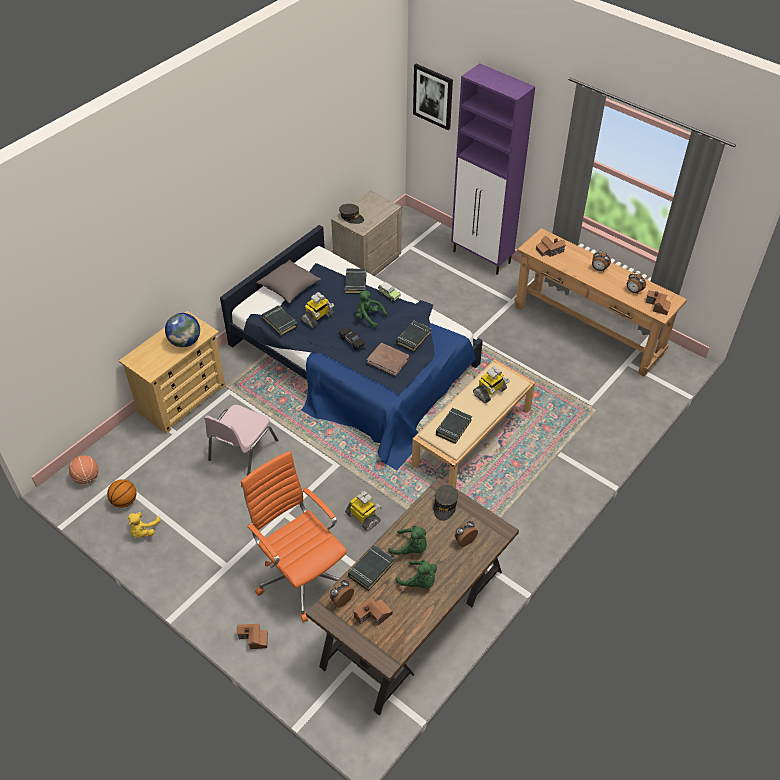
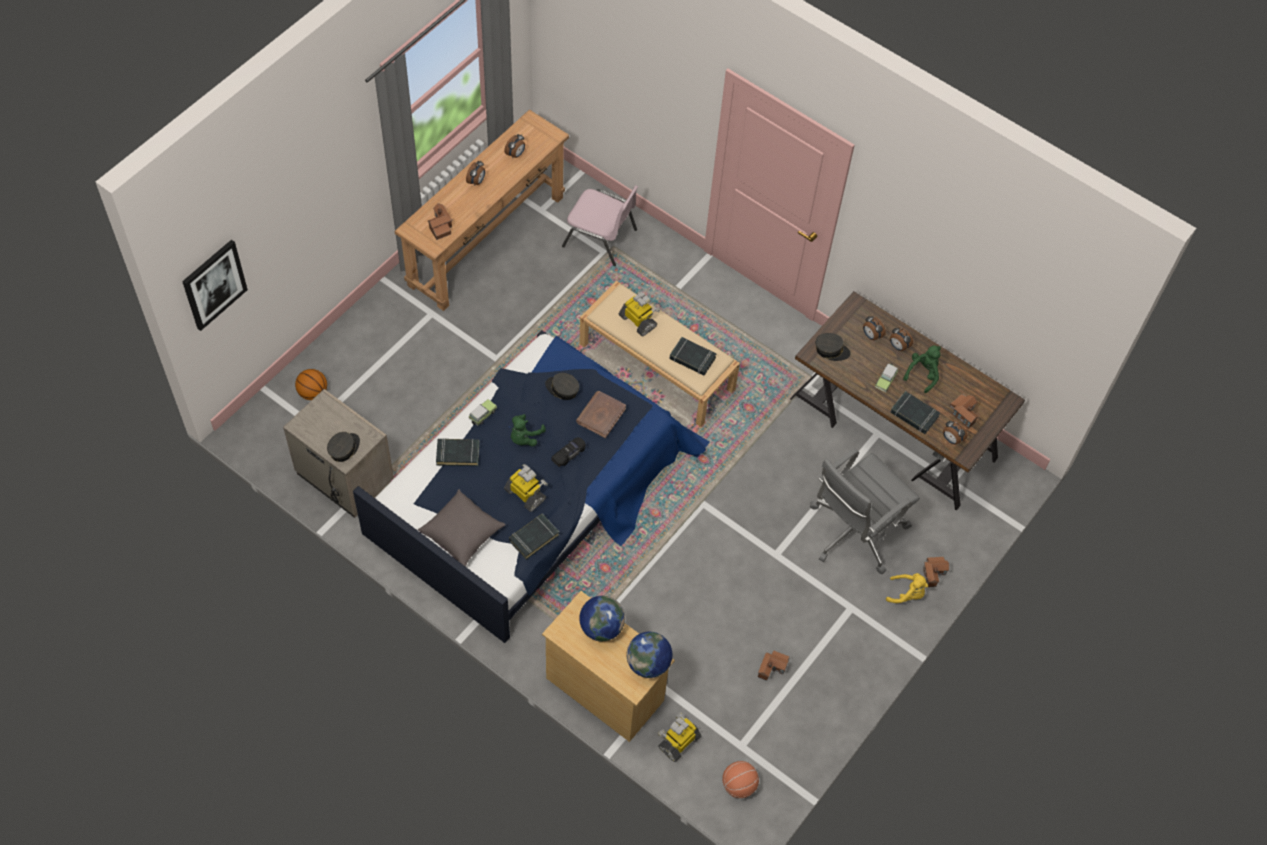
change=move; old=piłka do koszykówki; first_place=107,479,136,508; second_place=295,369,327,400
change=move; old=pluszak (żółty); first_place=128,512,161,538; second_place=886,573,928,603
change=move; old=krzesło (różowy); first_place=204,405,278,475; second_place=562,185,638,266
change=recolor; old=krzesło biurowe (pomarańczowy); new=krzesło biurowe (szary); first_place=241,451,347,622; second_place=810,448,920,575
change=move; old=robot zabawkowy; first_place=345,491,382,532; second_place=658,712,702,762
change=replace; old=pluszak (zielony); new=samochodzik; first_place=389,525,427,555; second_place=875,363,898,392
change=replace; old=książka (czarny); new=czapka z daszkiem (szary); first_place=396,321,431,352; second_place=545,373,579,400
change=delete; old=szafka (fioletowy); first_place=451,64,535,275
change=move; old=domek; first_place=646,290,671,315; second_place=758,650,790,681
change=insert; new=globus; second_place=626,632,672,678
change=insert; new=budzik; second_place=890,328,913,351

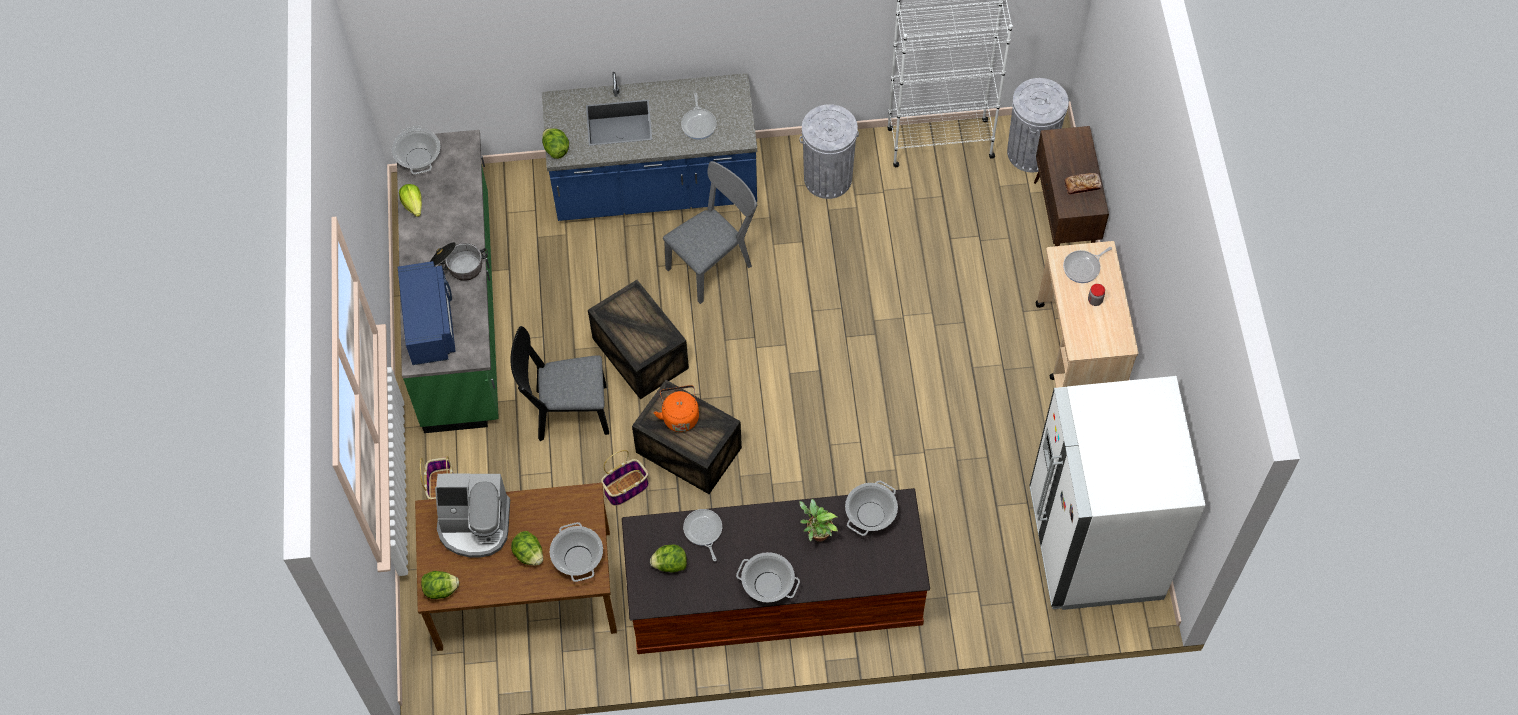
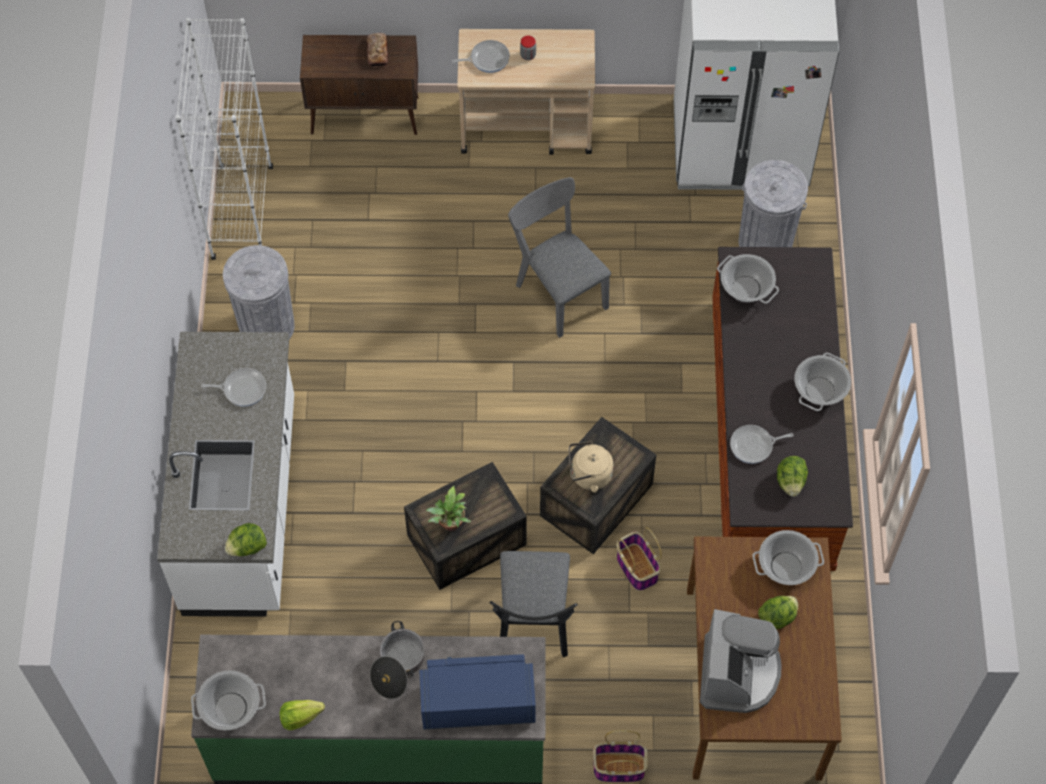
change=delete; old=sałata; first_place=421,571,459,599
change=recolor; old=zabudowa kuchenna (niebieski); new=zabudowa kuchenna (biały); first_place=542,72,757,221; second_place=157,332,294,617
change=recolor; old=czajnik (pomarańczowy); new=czajnik (beżowy); first_place=654,385,699,432; second_place=568,442,613,493
change=move; old=krzesło (szary); first_place=663,161,757,304; second_place=508,177,611,338
change=move; old=roślina doniczkowa; first_place=799,499,838,542; second_place=426,486,471,531
change=move; old=kosz na śmieci (szary); first_place=1007,78,1069,172; second_place=739,160,808,247
change=rotate; old=patelnia; first_place=1063,247,1112,283; second_place=452,40,510,73; degrees=-75

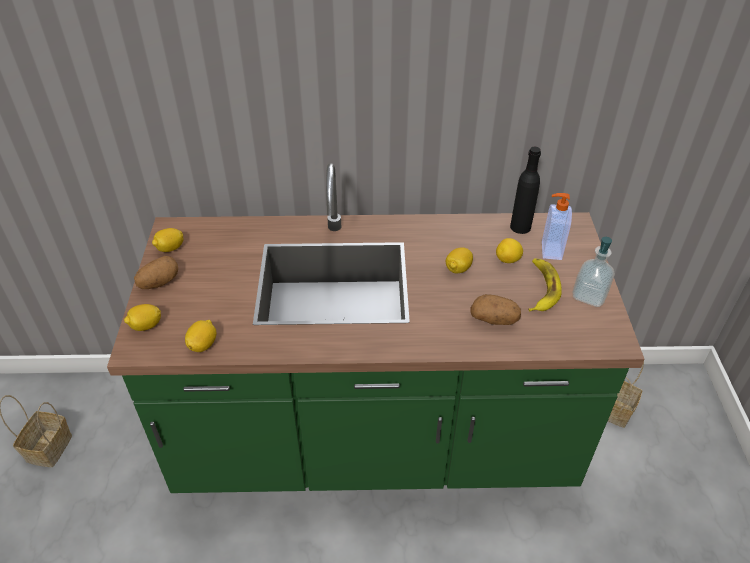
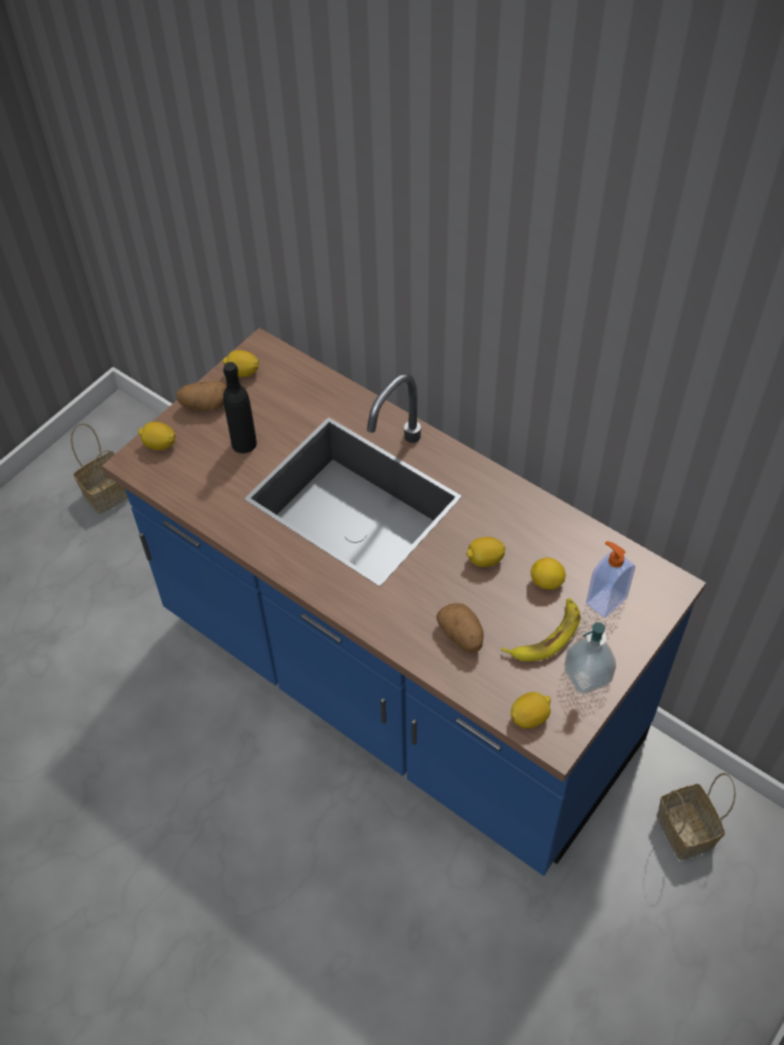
change=recolor; old=zabudowa kuchenna (zielony); new=zabudowa kuchenna (niebieski); first_place=107,163,645,493; second_place=102,328,706,876
change=move; old=cytryna; first_place=185,320,217,352; second_place=510,692,551,729
change=move; old=butelka (czarny); first_place=510,147,541,234; second_place=223,362,257,453

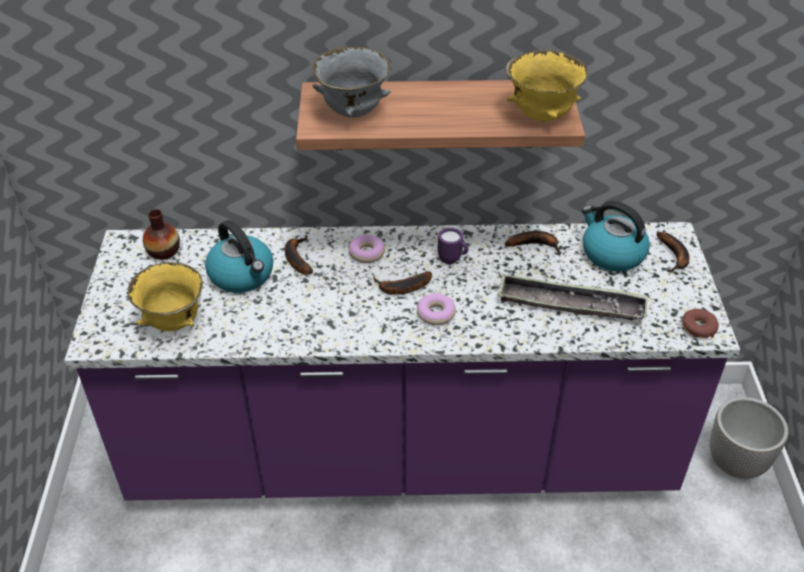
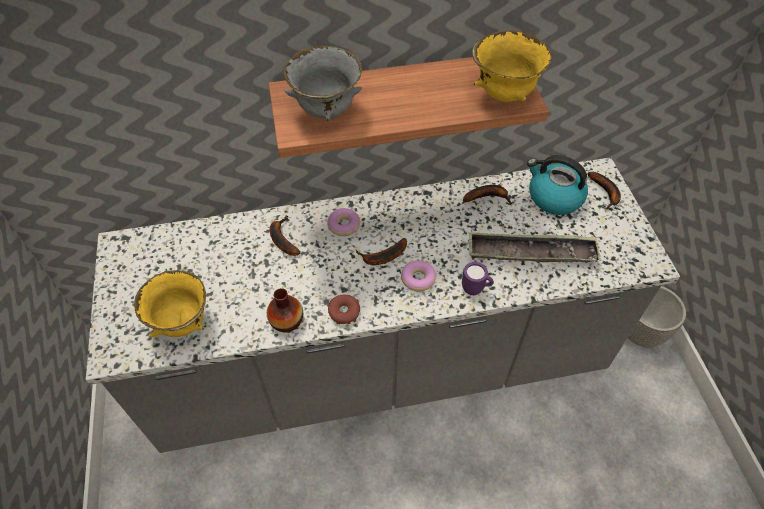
change=recolor; old=zabudowa kuchenna (fioletowy); new=zabudowa kuchenna (szary); first_place=64,222,740,501; second_place=86,157,680,453
change=move; old=wazon; first_place=143,209,180,260; second_place=267,288,303,332
change=delete; old=czajnik; first_place=205,220,273,293
change=move; old=kubek (fioletowy); first_place=438,228,468,264; second_place=462,262,494,295
change=move; old=donut; first_place=682,309,719,338; second_place=328,295,360,324

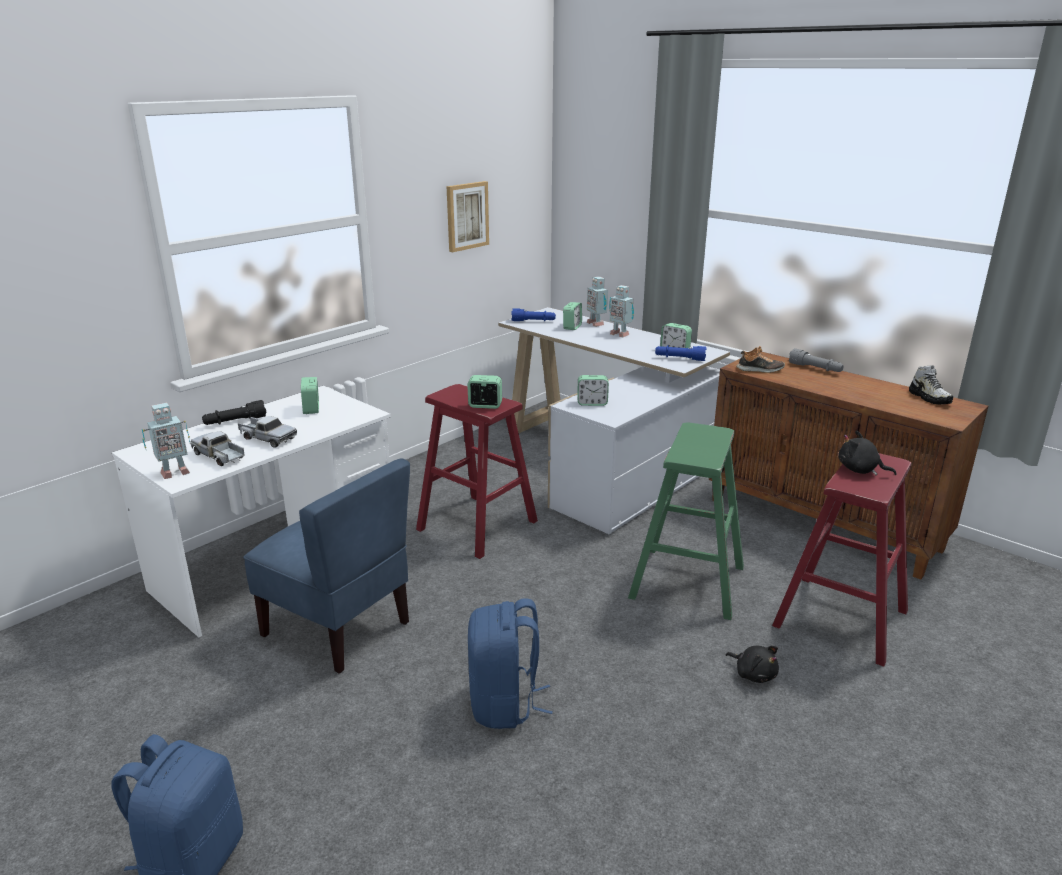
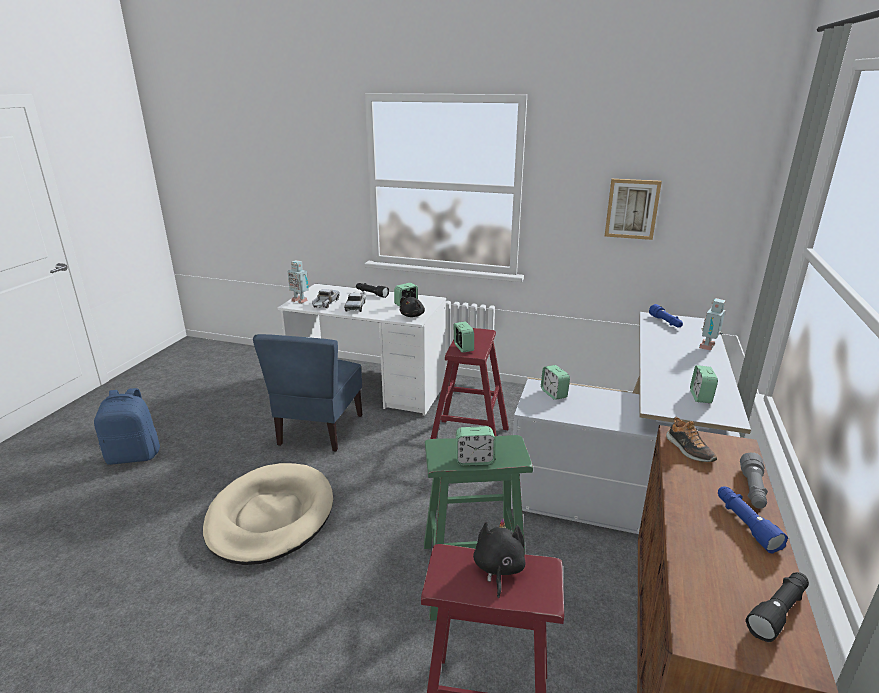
change=replace; old=plecak (niebieski); new=legowisko (beżowy); first_place=468,598,553,729; second_place=203,463,333,565
change=move; old=budzik; first_place=563,302,582,330; second_place=456,426,495,466
change=delete; old=robot zabawkowy; first_place=609,285,634,337
change=move; old=latarka (niebieski); first_place=655,345,707,361; second_place=718,486,788,553
change=move; old=pluszak (czarny); first_place=726,646,779,683; second_place=400,296,425,317
change=replace; old=but; new=latarka (czarny); first_place=909,365,953,404; second_place=745,572,809,642

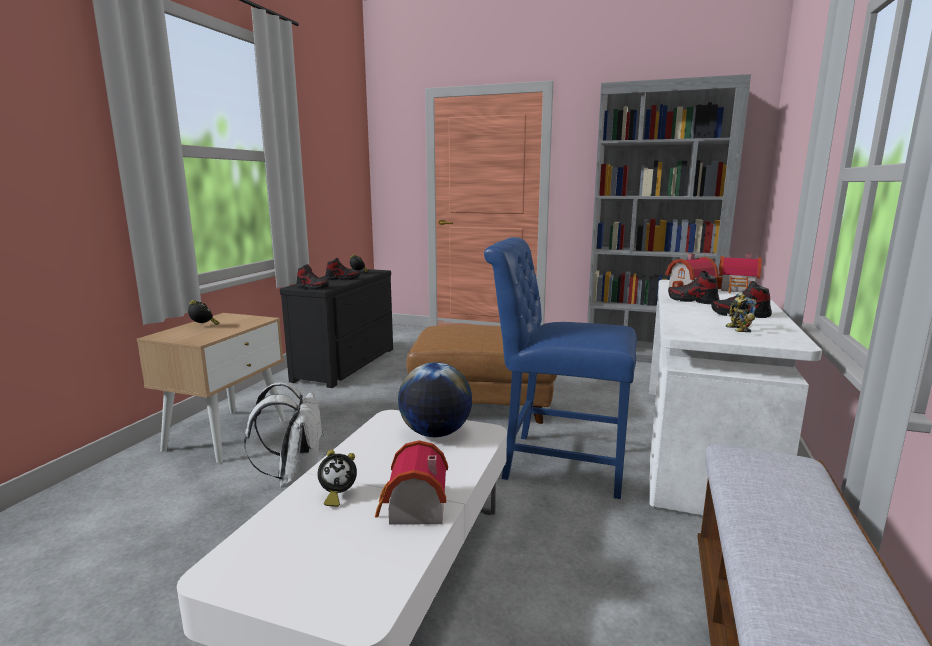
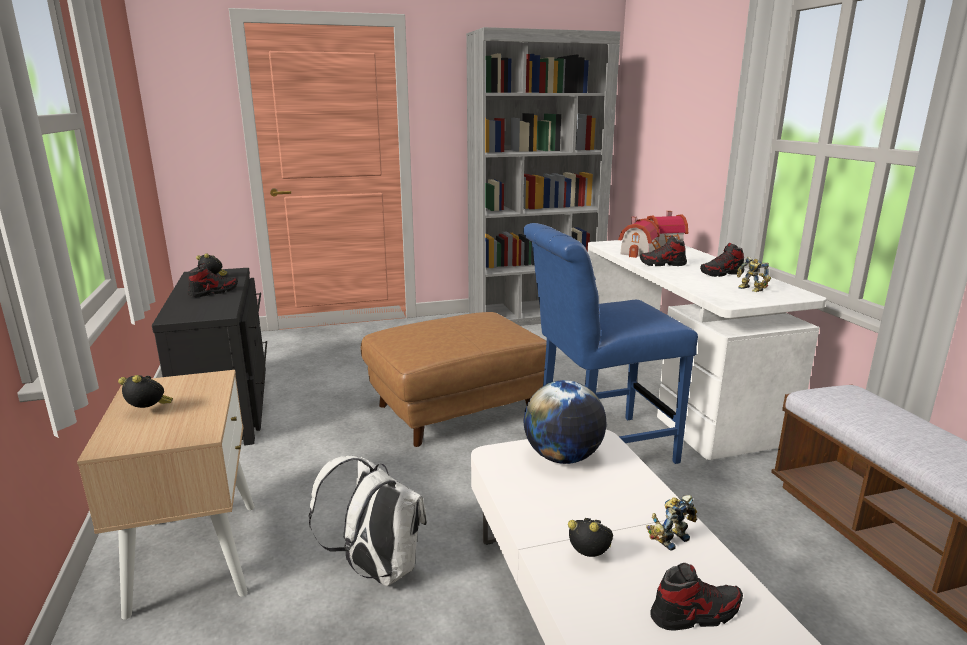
change=move; old=but; first_place=296,264,329,290; second_place=650,563,743,631
change=rotate; old=budzik; first_place=318,449,357,507; second_place=568,518,613,557; degrees=-105
change=replace; old=domek; new=robot zabawkowy; first_place=375,440,448,524; second_place=646,495,697,551

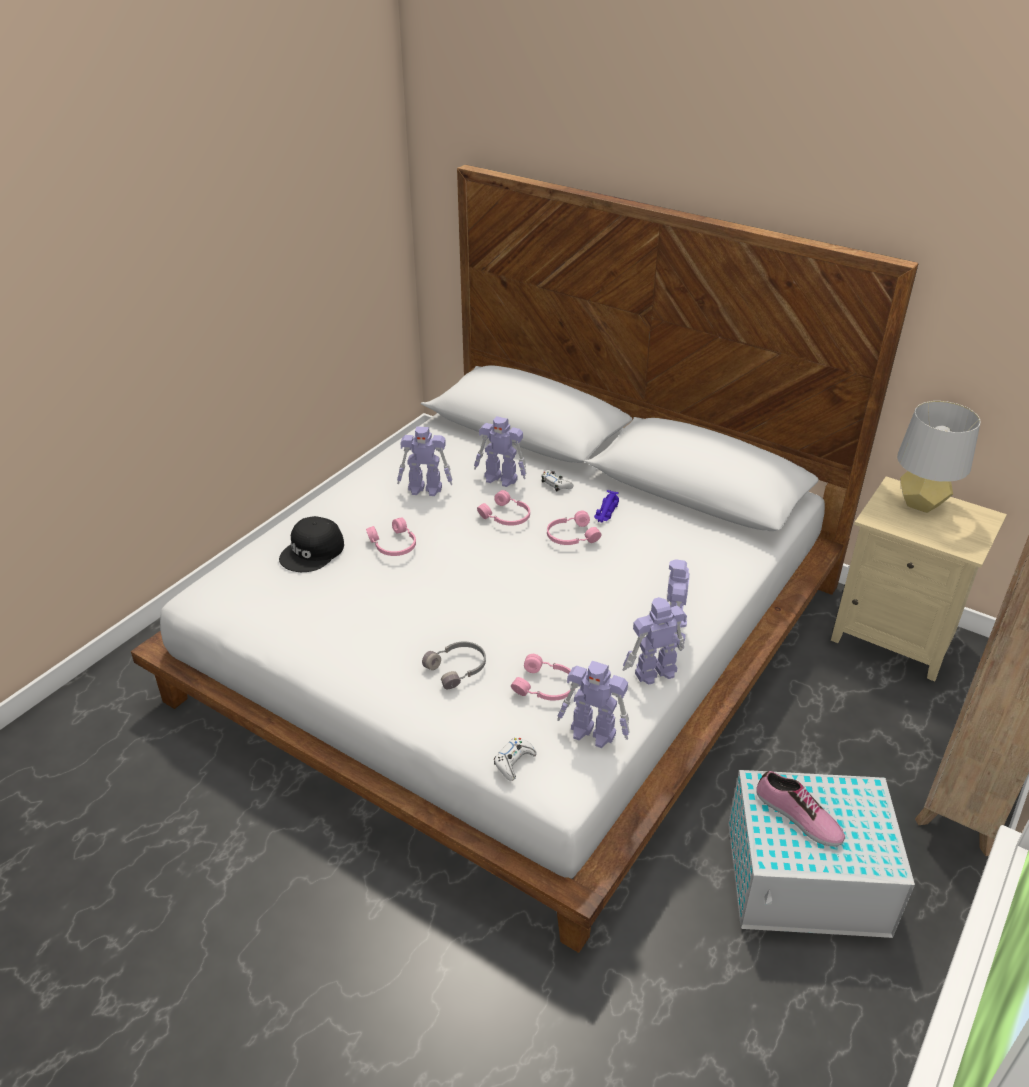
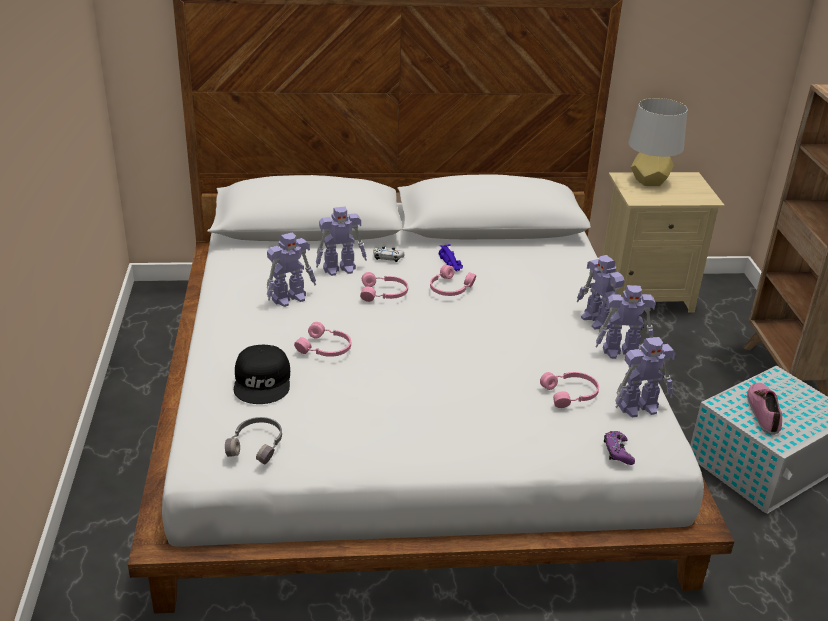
change=move; old=słuchawki (szary); first_place=422,641,486,689; second_place=225,417,282,464
change=recolor; old=pad do gier (biały); new=pad do gier (fioletowy); first_place=494,738,537,781; second_place=604,431,635,465
change=rotate; old=robot zabawkowy; first_place=623,597,687,685; second_place=595,285,656,359; degrees=-120
change=rotate; old=but; first_place=756,771,845,846; second_place=747,383,782,435; degrees=-90

